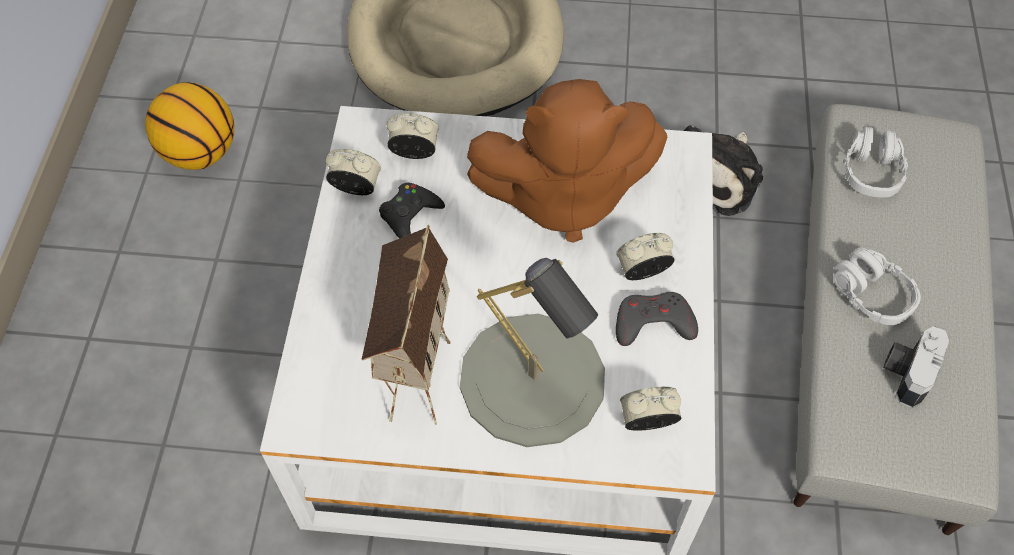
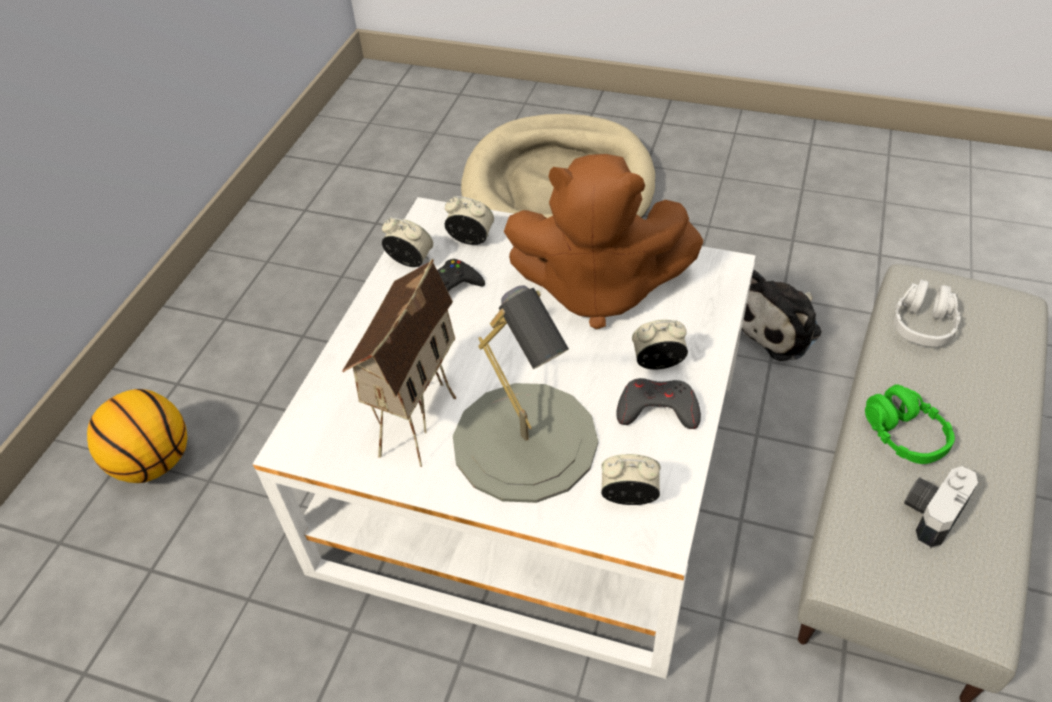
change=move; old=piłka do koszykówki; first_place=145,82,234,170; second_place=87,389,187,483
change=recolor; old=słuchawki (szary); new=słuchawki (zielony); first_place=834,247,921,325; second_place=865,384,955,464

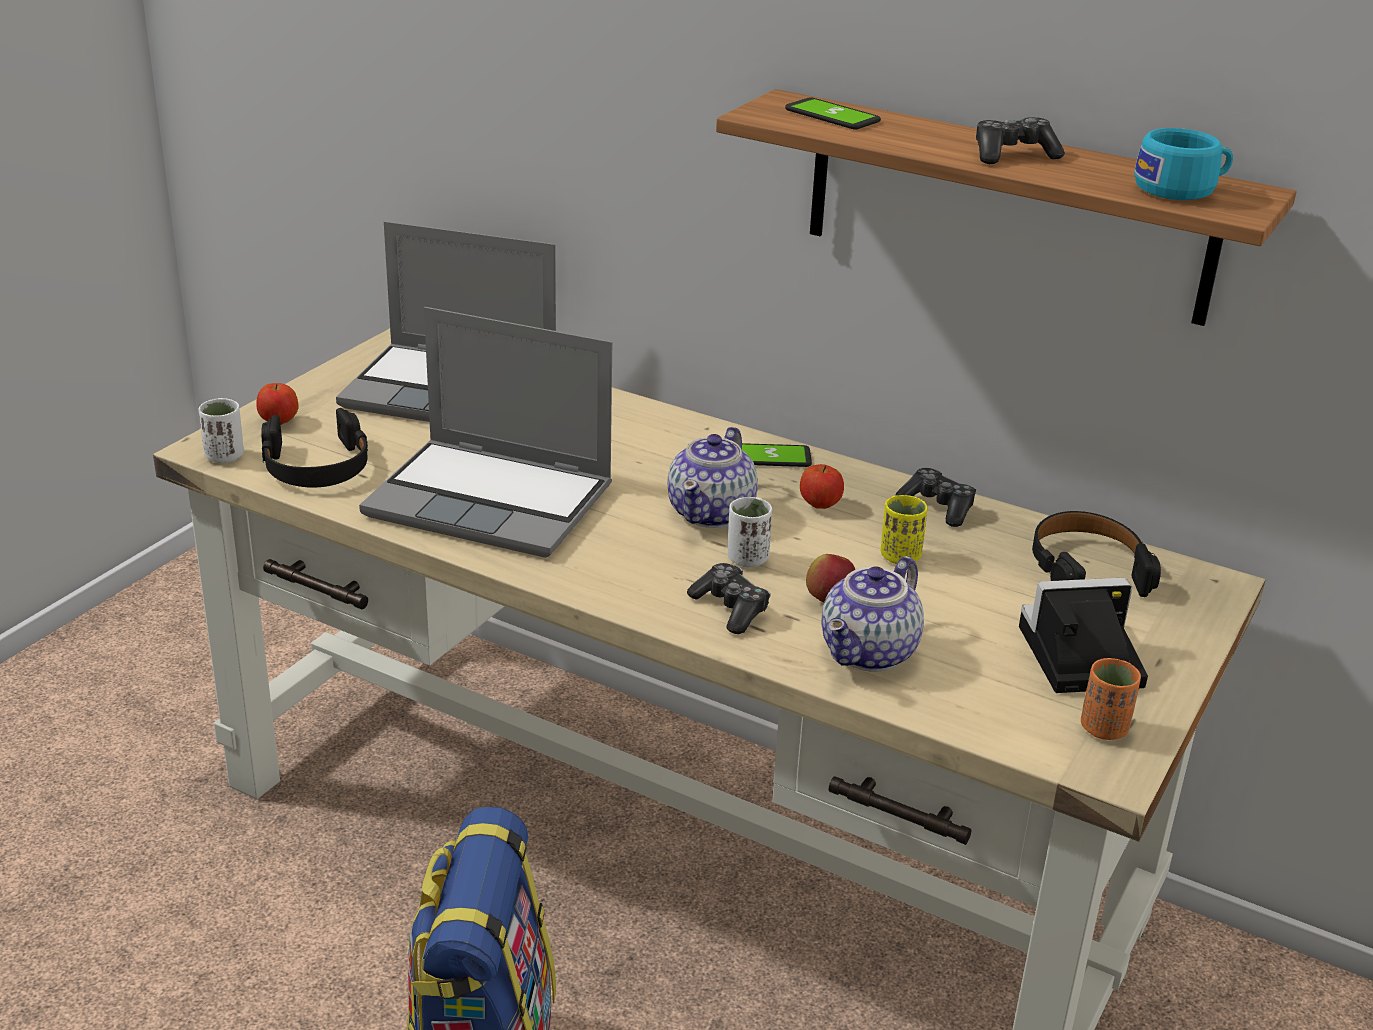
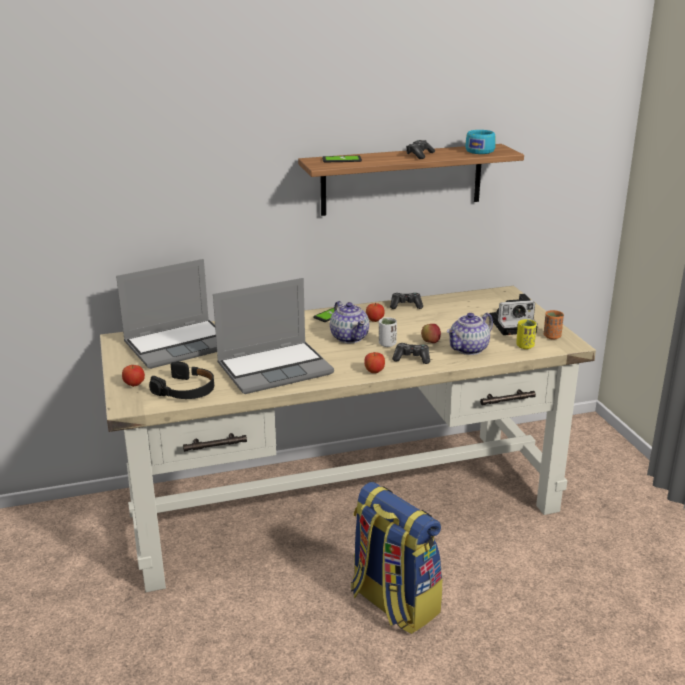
change=delete; old=filiżanka (biały); first_place=199,398,244,463
change=rotate; old=imbryk; first_place=822,556,924,672; second_place=447,313,493,355; degrees=60
change=move; old=filiżanka (żółty); first_place=881,495,928,564; second_place=516,319,537,349
change=rotate; old=aparat fotograficzny; first_place=1019,578,1148,693; second_place=490,294,538,335; degrees=-135
change=delete; old=słuchawki (czarny); first_place=1032,511,1161,597
change=insert; new=jabłko; second_place=364,352,385,373

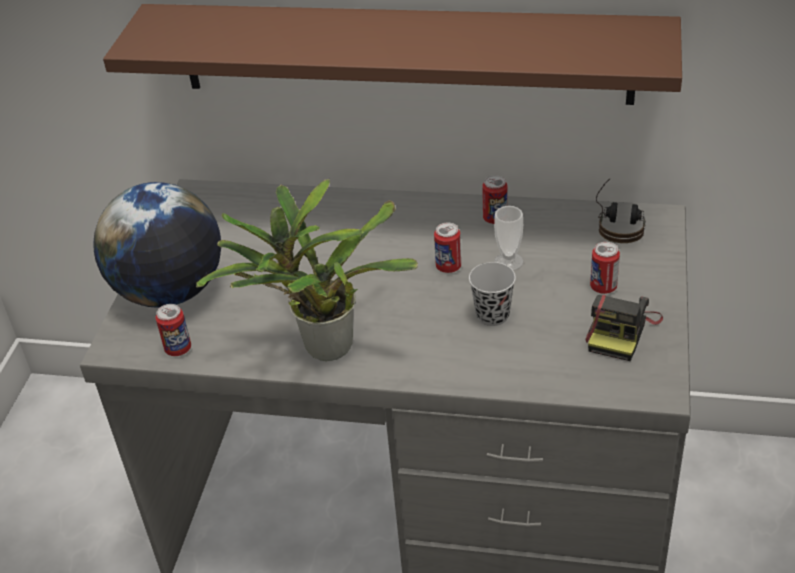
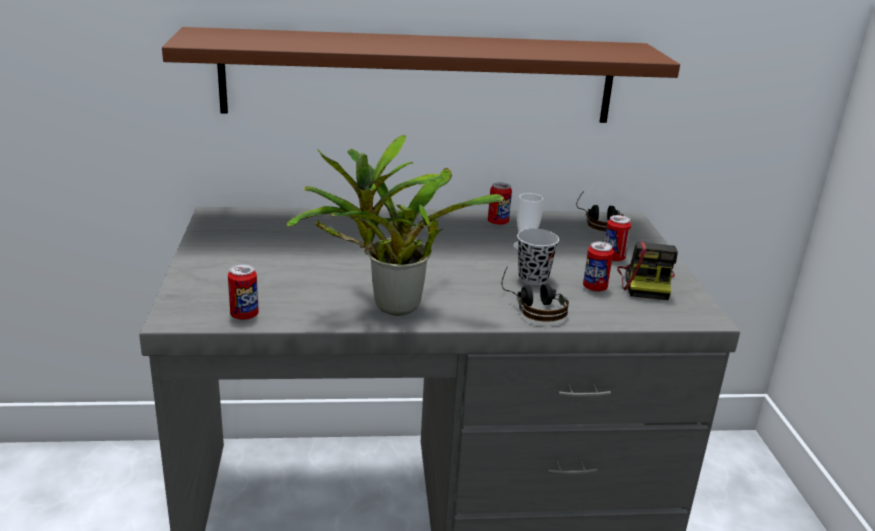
change=delete; old=globus; first_place=93,182,221,308
change=move; old=puszka; first_place=434,222,461,273; second_place=583,242,613,292
change=insert; new=słuchawki; second_place=501,266,569,322

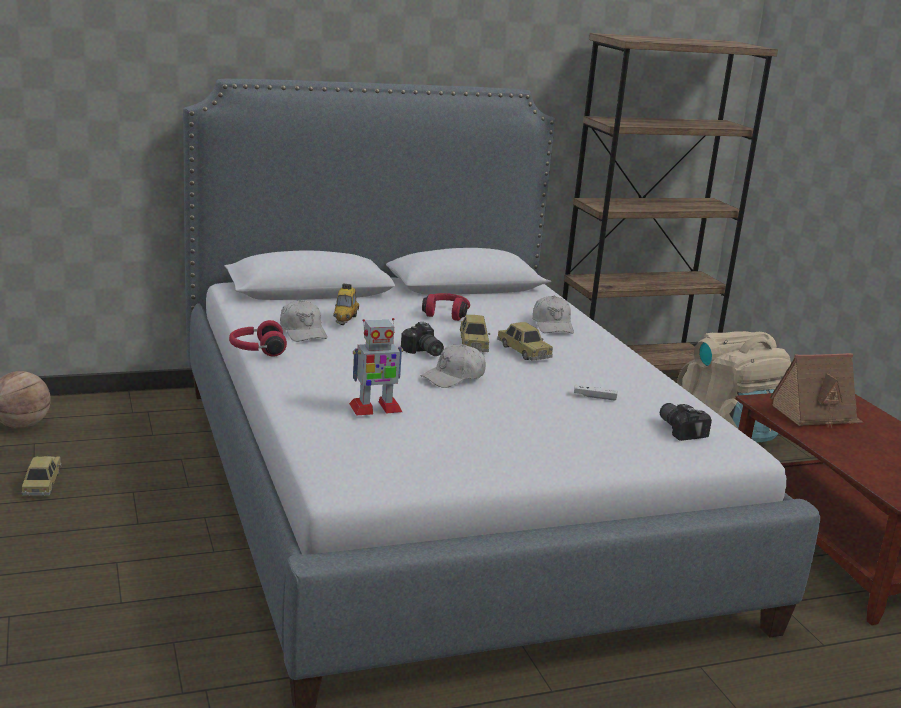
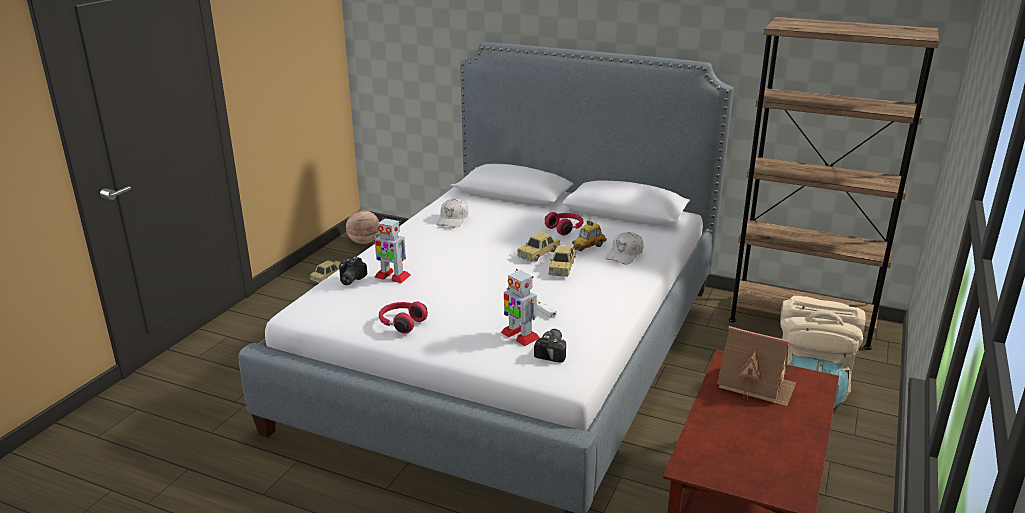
change=move; old=słuchawki (czerwony); first_place=229,320,287,357; second_place=379,301,428,334
change=move; old=samochodzik; first_place=333,283,359,325; second_place=572,221,607,251
change=move; old=aparat fotograficzny; first_place=401,322,444,356; second_place=339,257,367,285
change=delete; old=czapka z daszkiem (biały); first_place=421,344,486,388
change=insert; new=robot zabawkowy; second_place=501,269,540,346

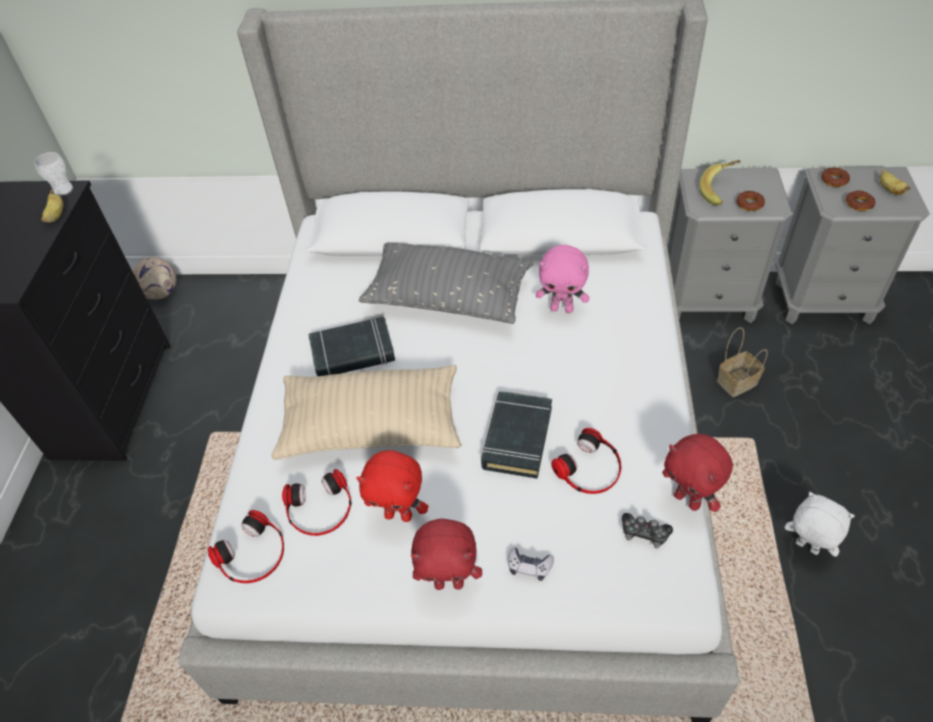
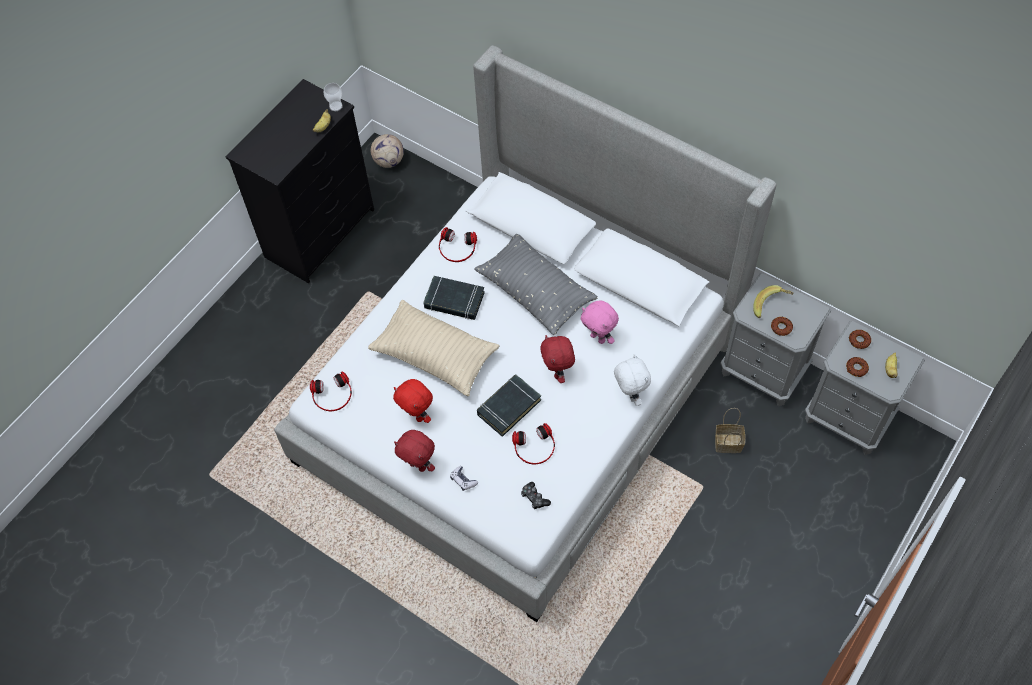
change=move; old=słuchawki; first_place=282,469,352,536; second_place=439,227,477,262
change=move; old=pluszak (czerwony); first_place=662,434,733,512; second_place=540,335,575,383
change=move; old=pluszak (biały); first_place=785,492,855,557; second_place=614,354,651,406

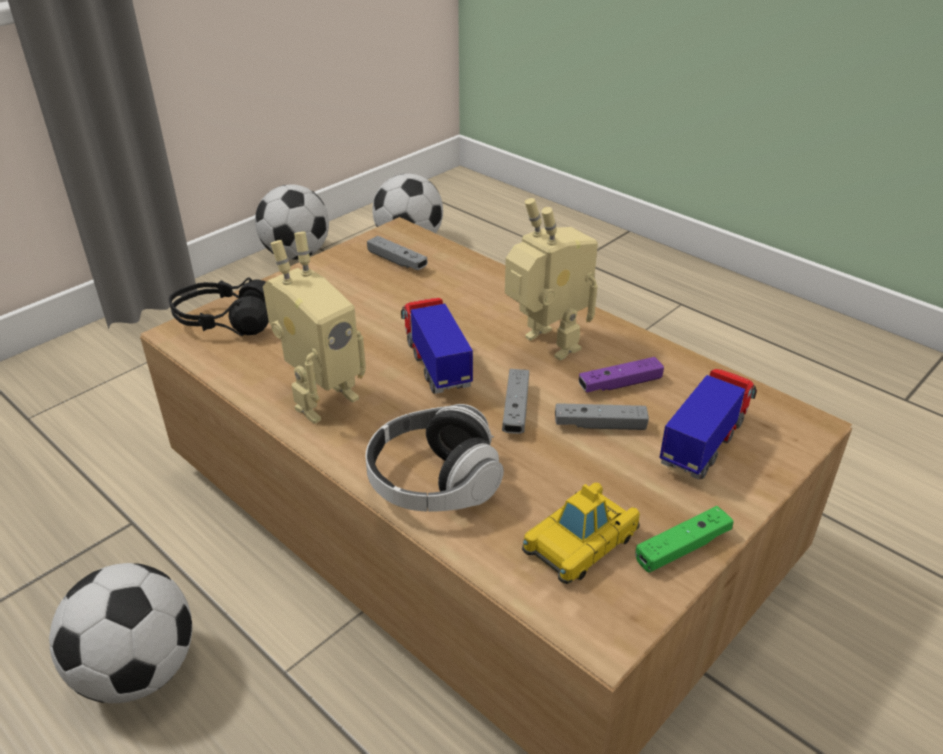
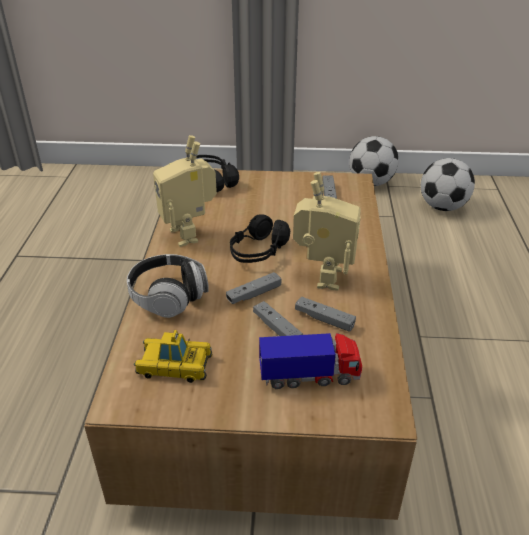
change=delete; old=piłka futbolowa; first_place=49,563,192,703
change=rotate; old=robot zabawkowy; first_place=263,232,366,424; second_place=153,135,217,247; degrees=60
change=replace; old=ciężarówka zabawkowa; new=słuchawki (czarny); first_place=401,298,473,394; second_place=230,214,290,263
change=recolor; old=pad do gier (fioletowy); new=pad do gier (szary); first_place=579,357,664,392; second_place=295,297,356,332
change=delete; old=pad do gier (zielony); first_place=635,506,734,573

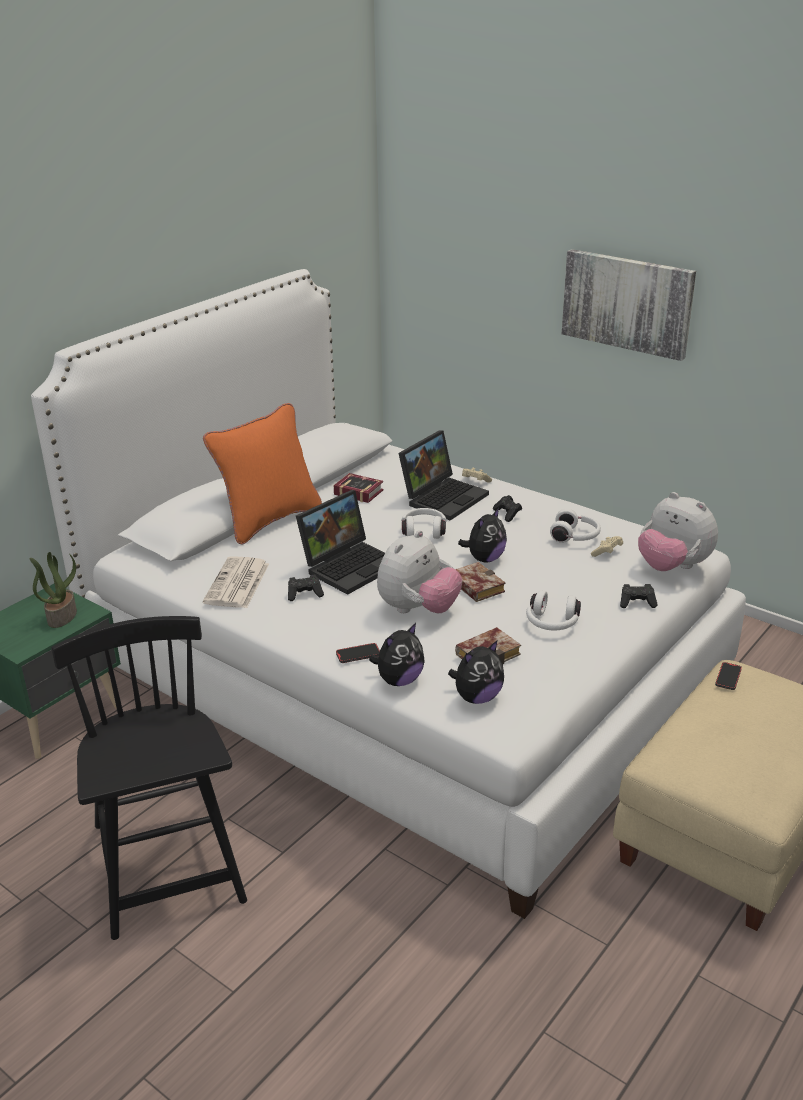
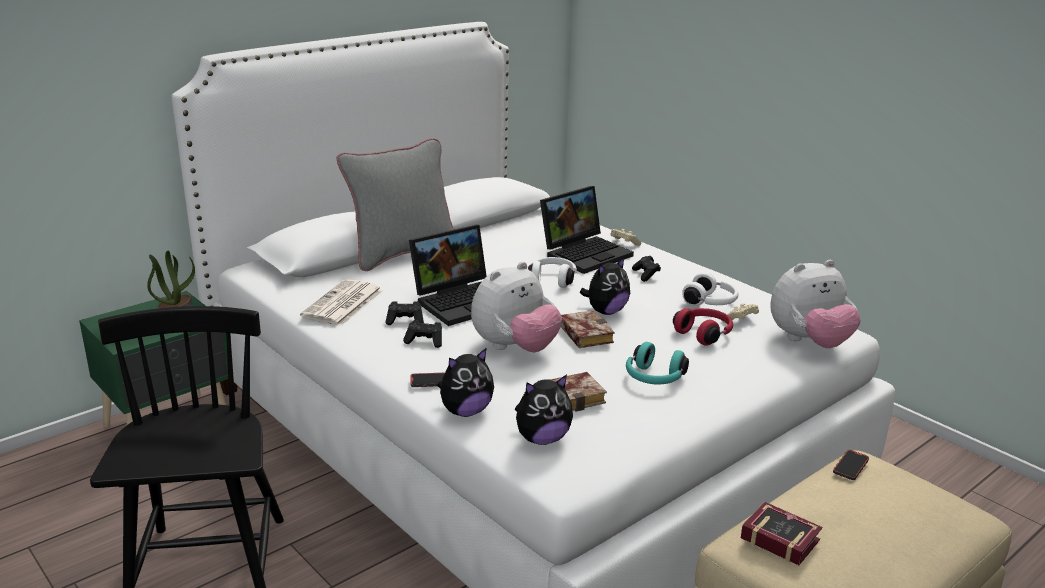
change=recolor; old=poduszka (pomarańczowy); new=poduszka (szary); first_place=203,403,322,544; second_place=337,138,454,271
change=move; old=książka; first_place=334,473,384,503; second_place=741,502,822,565
change=recolor; old=słuchawki (biały); new=słuchawki (turkusowy); first_place=526,590,581,630; second_place=626,342,689,384
change=delete; old=obraz; first_place=562,249,696,361
change=move; old=pad do gier (czarny); first_place=620,584,657,608; second_place=403,320,442,348
change=rotate; old=pluszak; first_place=638,492,718,571; second_place=770,260,861,348; degrees=-75
change=insert; new=słuchawki (czerwony); second_place=673,308,733,346

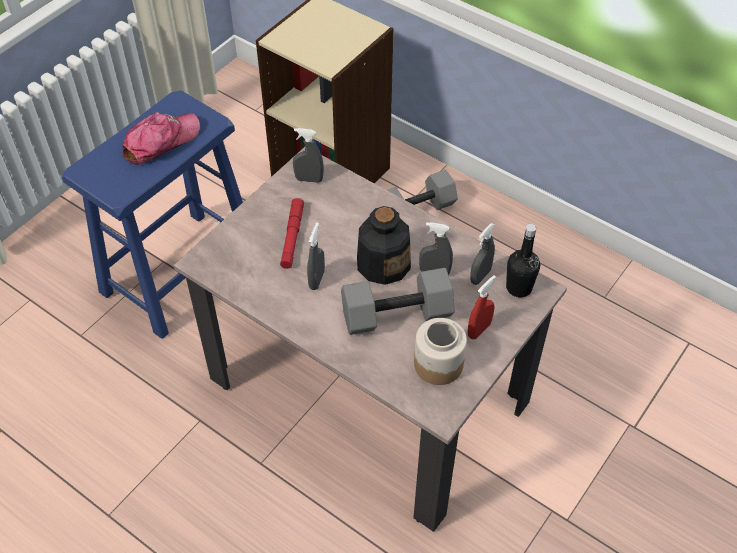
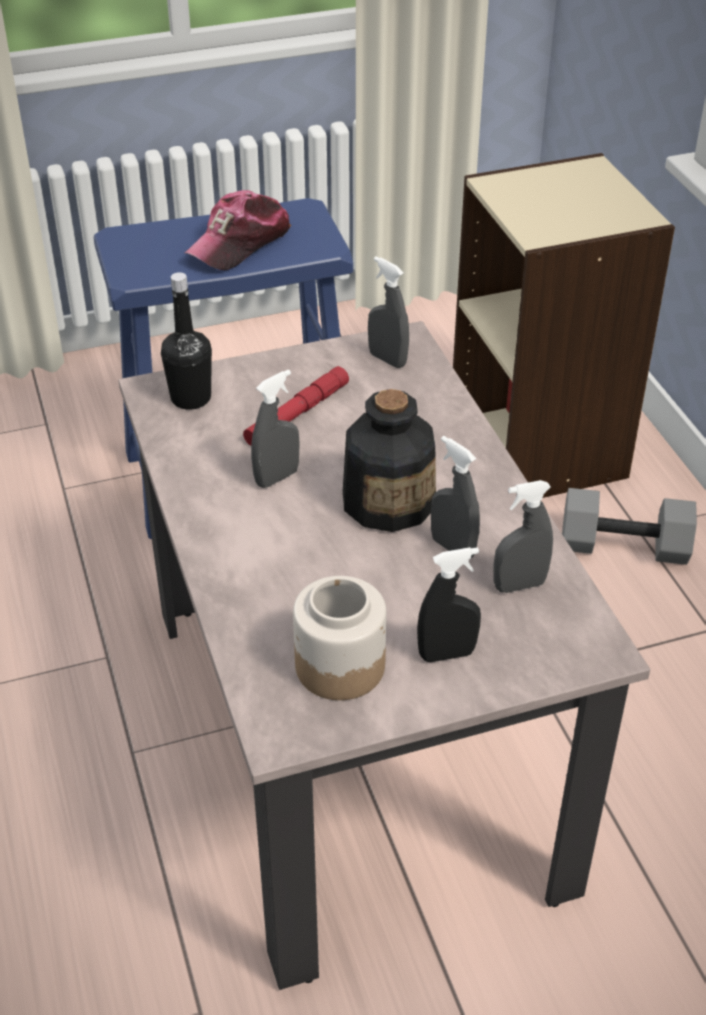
change=rotate; old=czapka z daszkiem; first_place=122,112,200,165; second_place=185,190,291,270; degrees=135
change=delete; old=hantel (szary); first_place=341,268,455,335
change=recolor; old=spryskiwacz (czerwony); new=spryskiwacz (czarny); first_place=468,275,496,339; second_place=417,547,481,662
change=move; old=butelka (czarny); first_place=506,224,540,297; second_place=161,272,212,410

